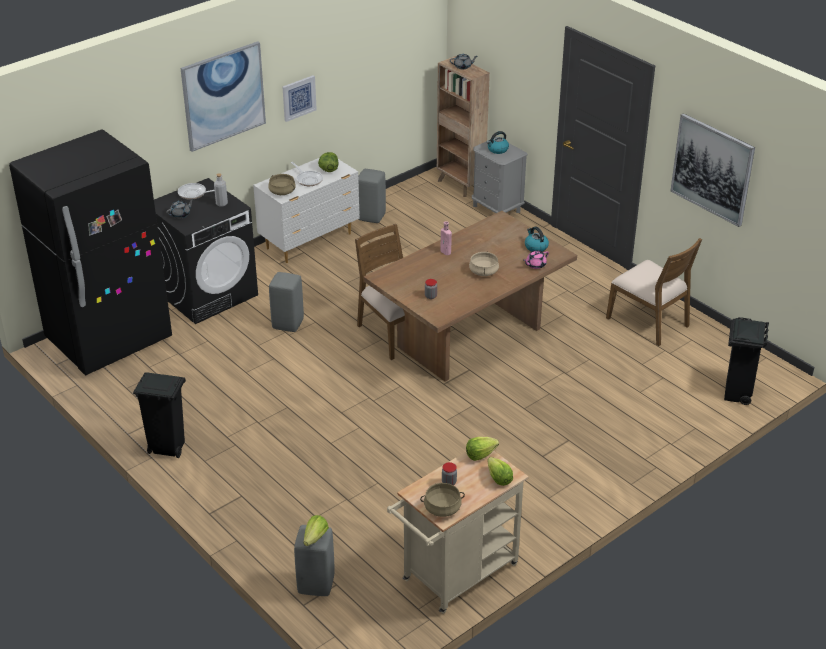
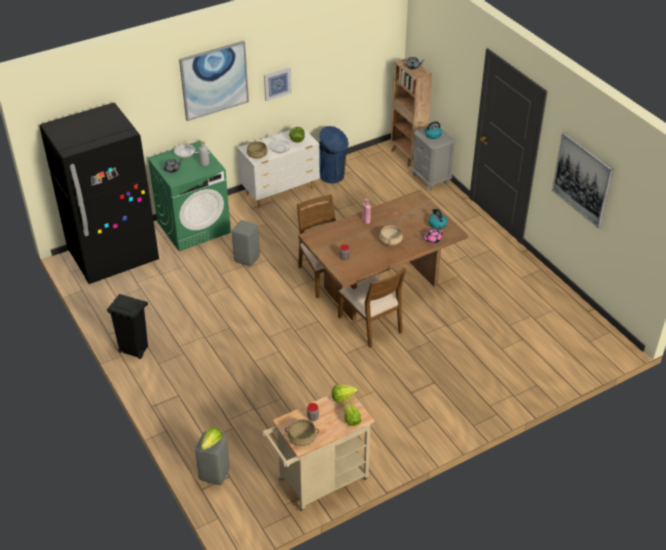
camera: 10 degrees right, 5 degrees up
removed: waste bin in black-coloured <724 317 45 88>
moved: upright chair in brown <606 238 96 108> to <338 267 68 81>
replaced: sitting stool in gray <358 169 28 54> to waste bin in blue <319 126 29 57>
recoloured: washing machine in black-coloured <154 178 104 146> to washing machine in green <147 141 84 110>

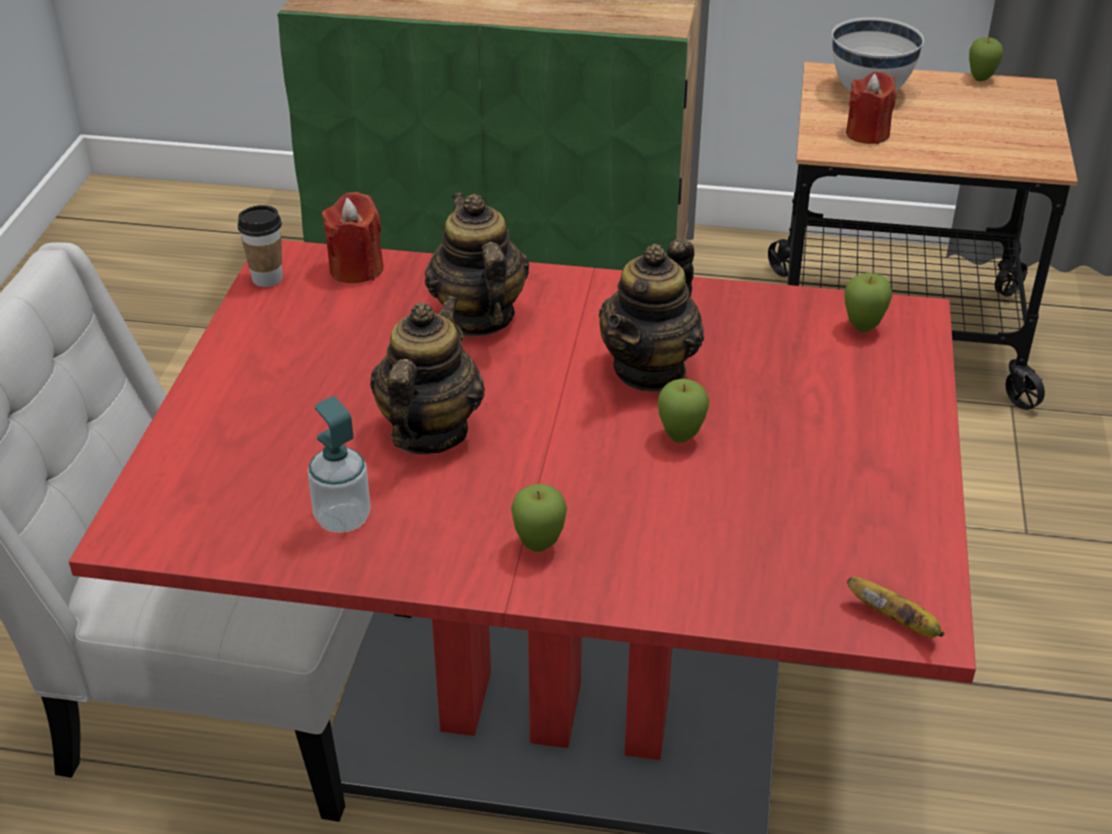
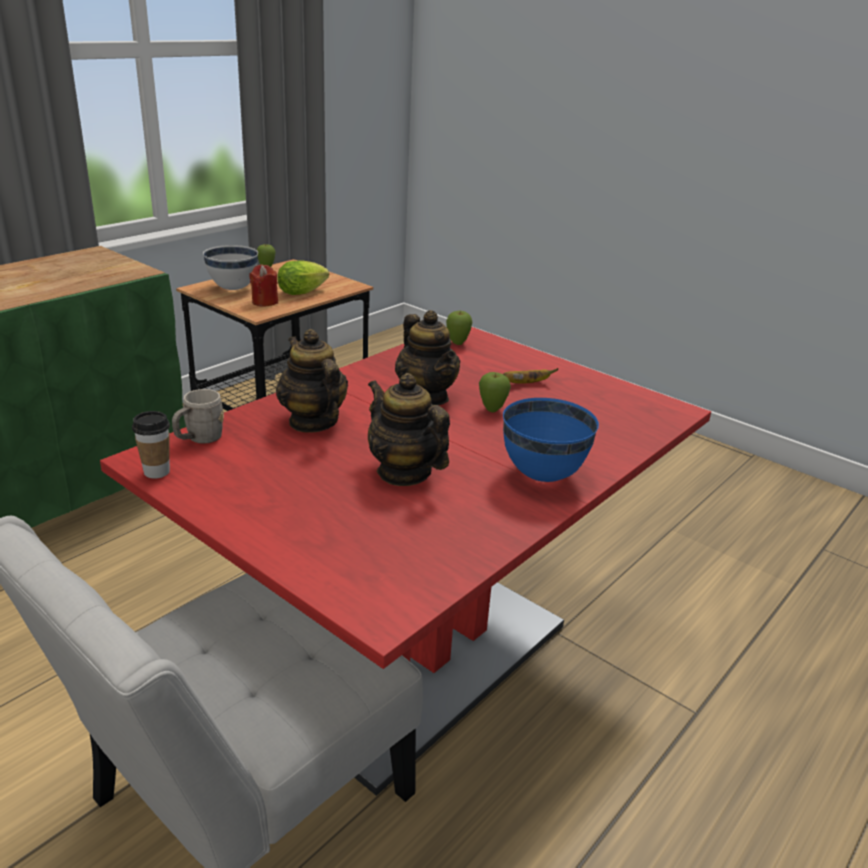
camera: 60 degrees left, 10 degrees down
removed: soap bottle <308 396 63 137>
added: lettuce head <277 260 52 35>
moved: whole banana <847 577 98 61> to <503 368 56 15>
replaced: candle in red <322 192 62 91> to tea mug in gray <172 389 52 55>; whole apple <511 484 56 68> to deep dish in blue <503 398 96 84>
turned: pot for tea <425 193 104 143> = <276 329 72 104> 45 degrees clockwise

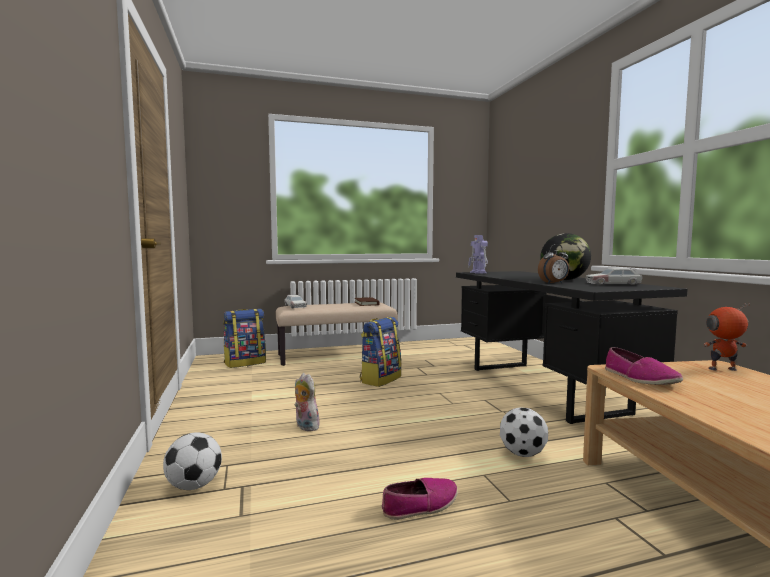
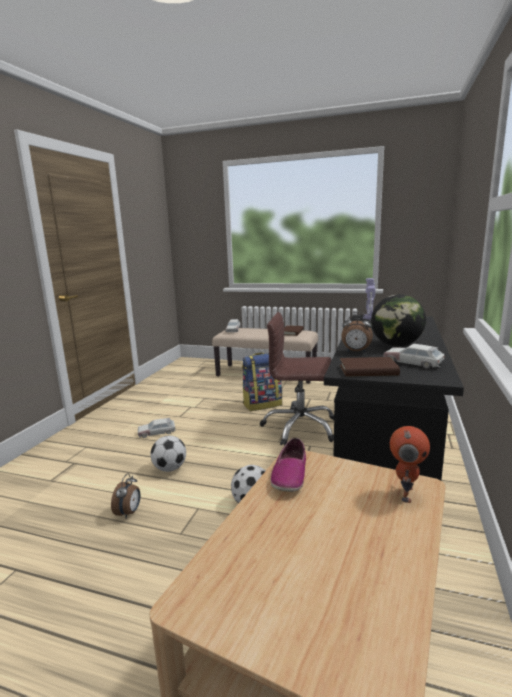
camera: 35 degrees right, 10 degrees up
removed: backpack <223 309 43 59>
added: computer chair in brown <260 312 74 134>; bound book in brown <340 357 60 20>
moved: football ball <163 432 59 58> to <150 436 36 36>
replaced: shoe <382 478 76 42> to alarm clock <111 473 29 45>; plush toy <294 373 26 58> to model car <138 418 38 20>
turned: model robot <704 303 46 68> = <390 426 40 77> 75 degrees clockwise

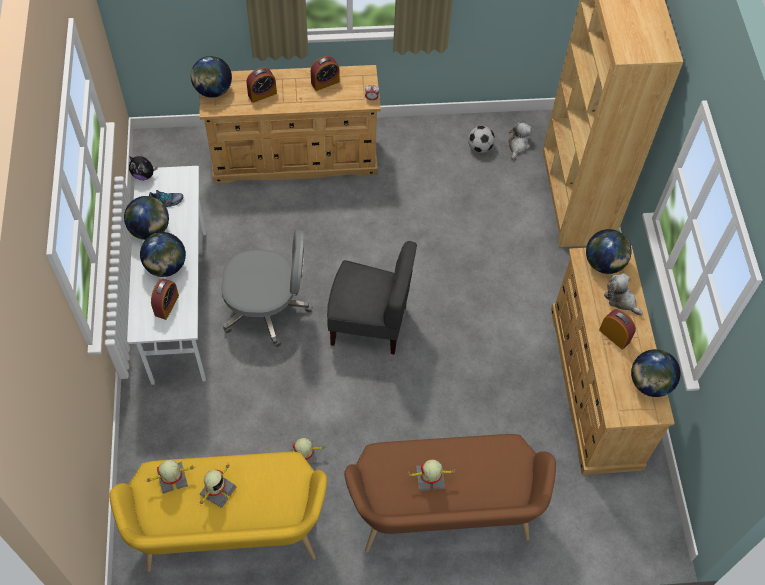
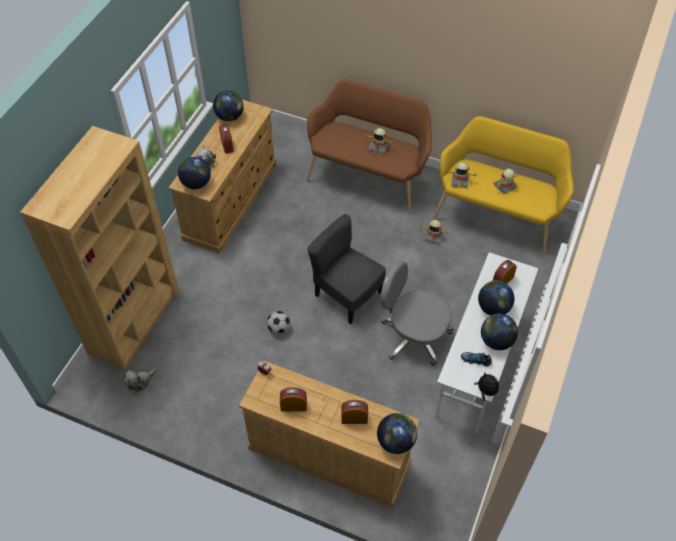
camera: 150 degrees left, 5 degrees down
moved: football ball <468 126 27 27> to <267 311 23 23>; model robot <145 460 51 34> to <446 162 30 26>

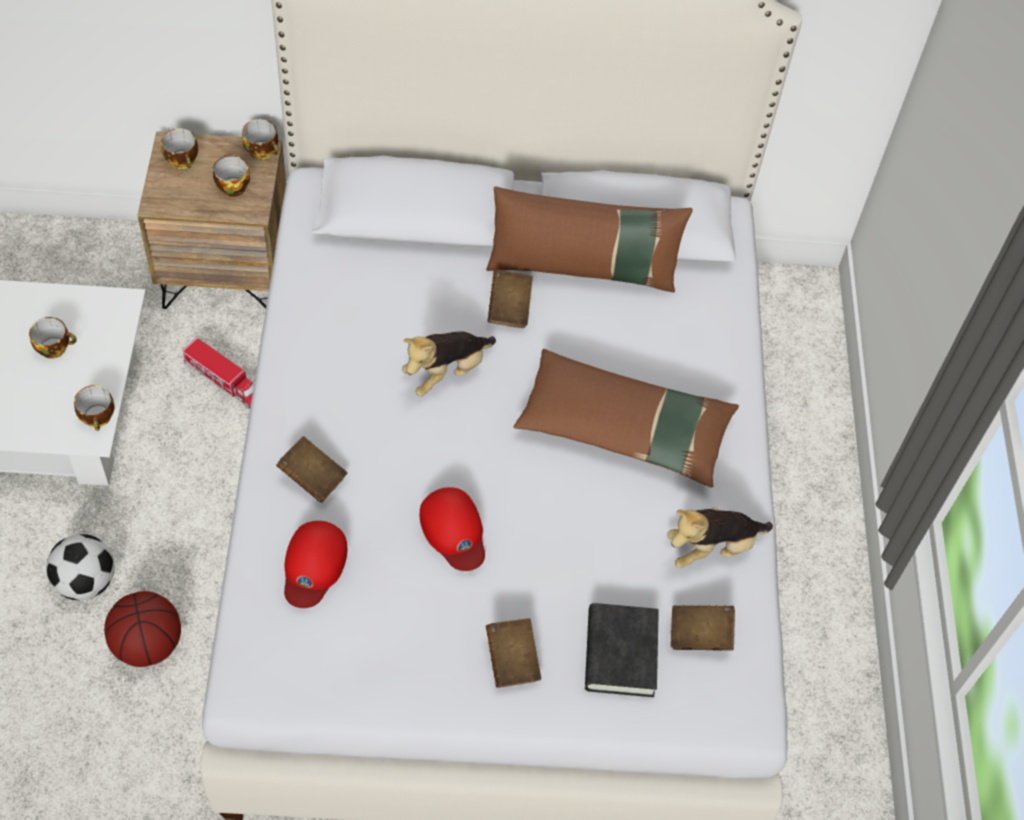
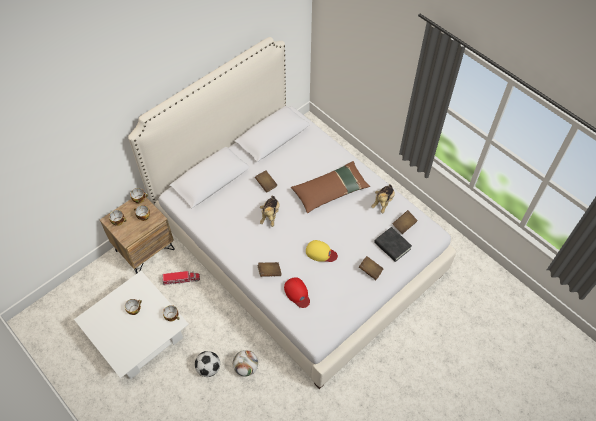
camera: 40 degrees left, 0 degrees up
removed: pillow in brown <486 186 207 107>
replaced: basketball <104 591 77 76> to football ball <233 350 25 27>
recoloured: cap in red <420 487 65 84> to cap in yellowish <306 240 32 22>

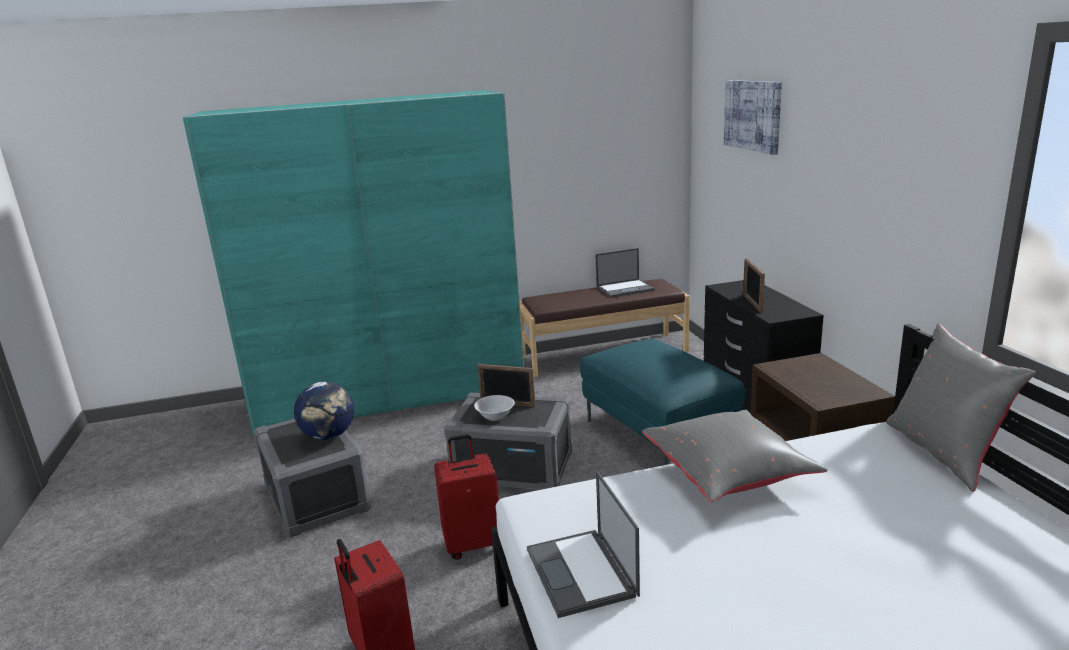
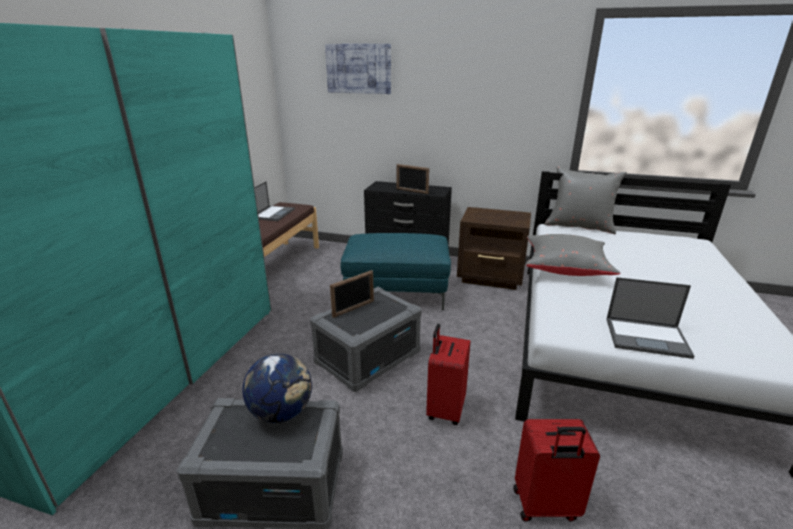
camera: 60 degrees left, 5 degrees up
removed: deep dish in whitish <474 395 41 26>

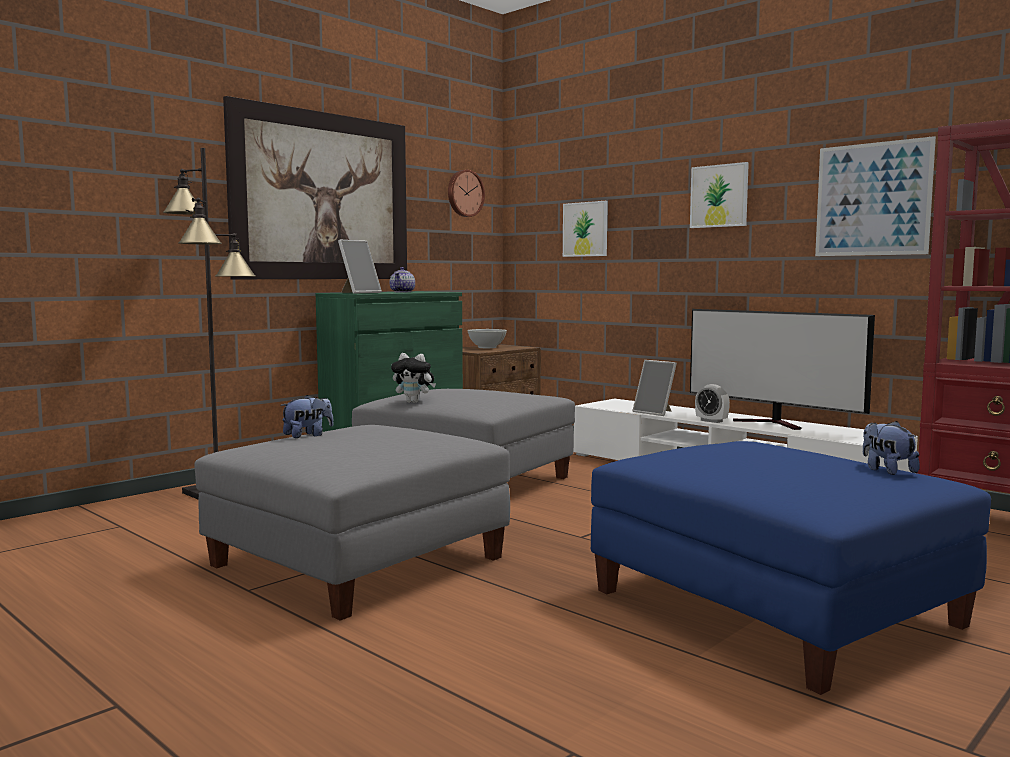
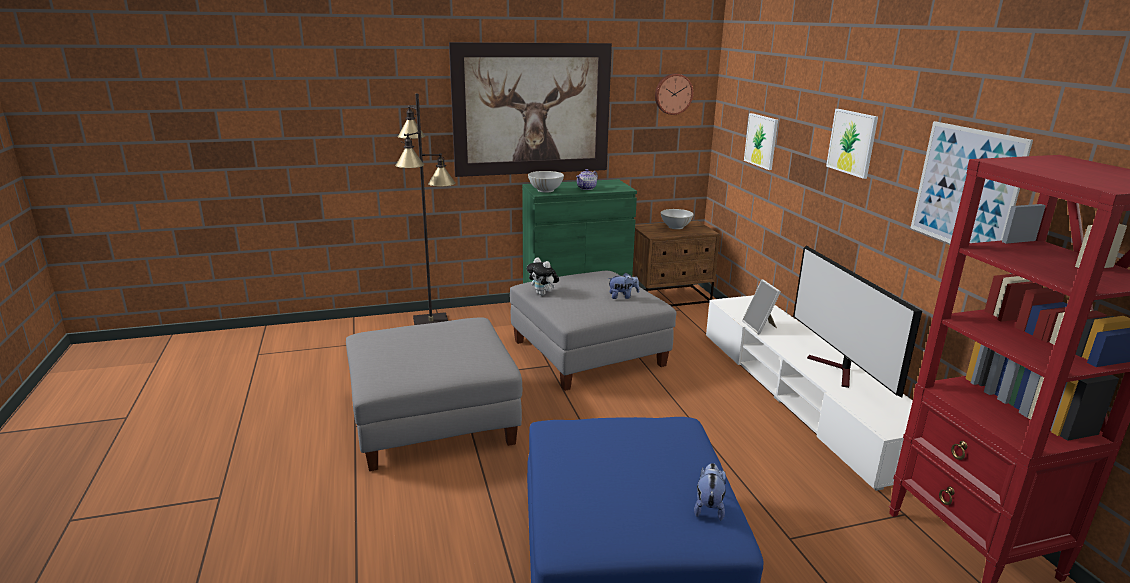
camera: 30 degrees right, 15 degrees up
removed: alarm clock <695 384 35 39>
moved: plush toy <280 395 54 43> to <608 273 31 26>
replaced: picture frame <338 240 44 54> to deep dish in whitish <528 171 36 22>

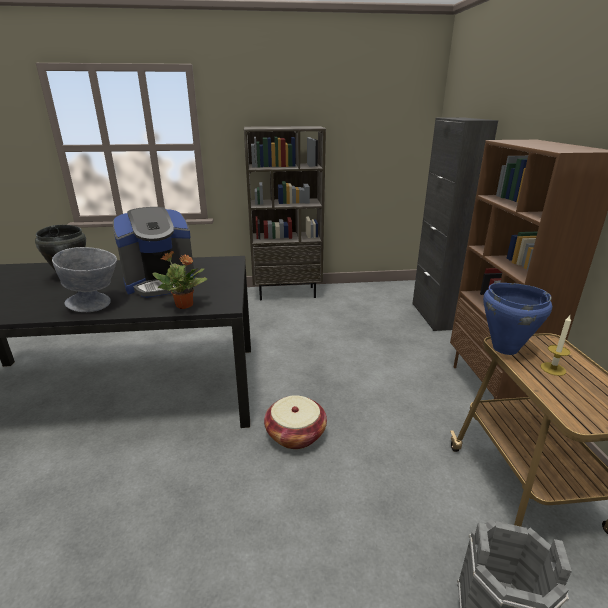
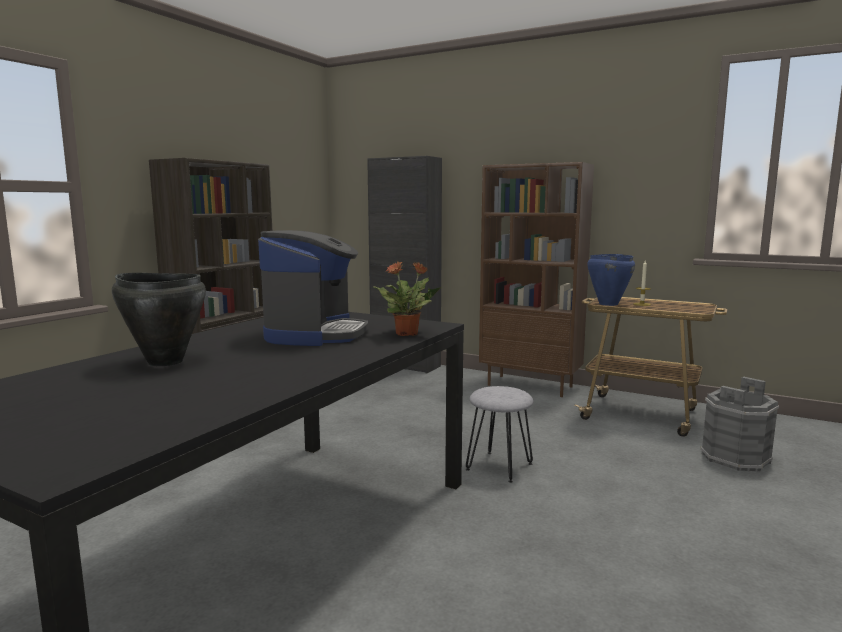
camera: 55 degrees left, 15 degrees down
removed: deep dish in gray <52 247 65 65>
replaced: household basket <264 395 63 54> to sitting stool in gray <466 386 67 97>

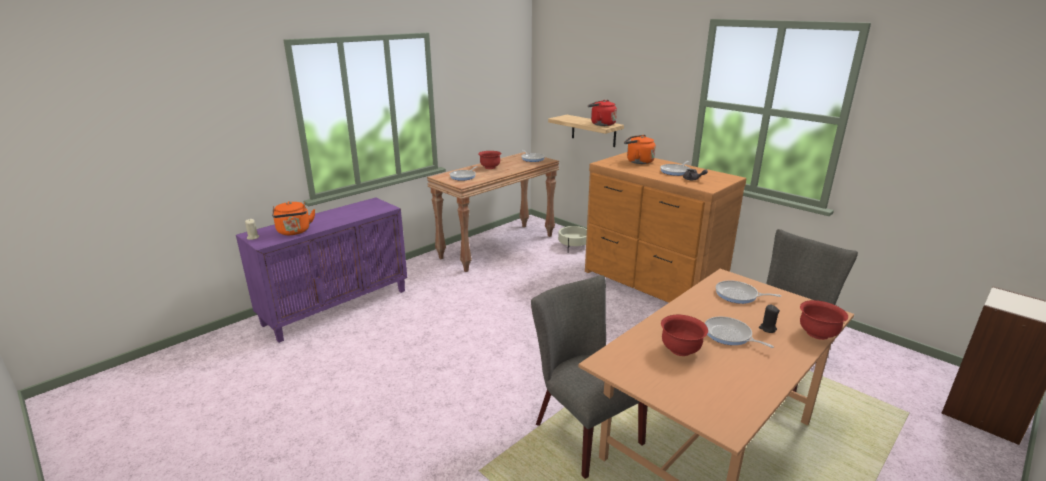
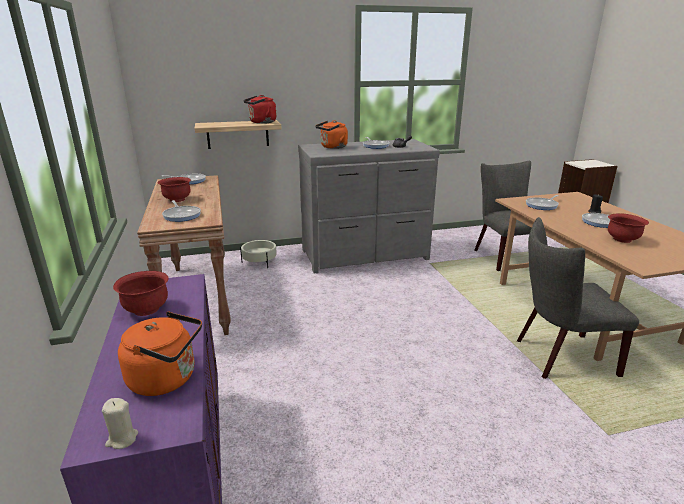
camera: 60 degrees left, 0 degrees up
moved: deep dish in red <800 300 48 40> to <113 271 56 45>
recoloured: drawer chest in brown <585 152 161 151> to drawer chest in gray <298 139 142 134>

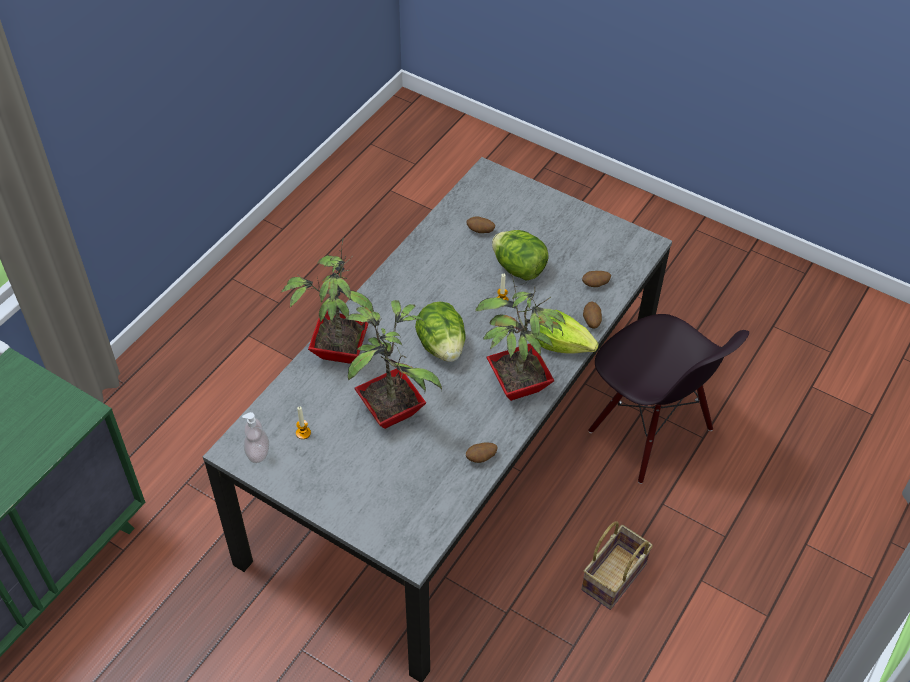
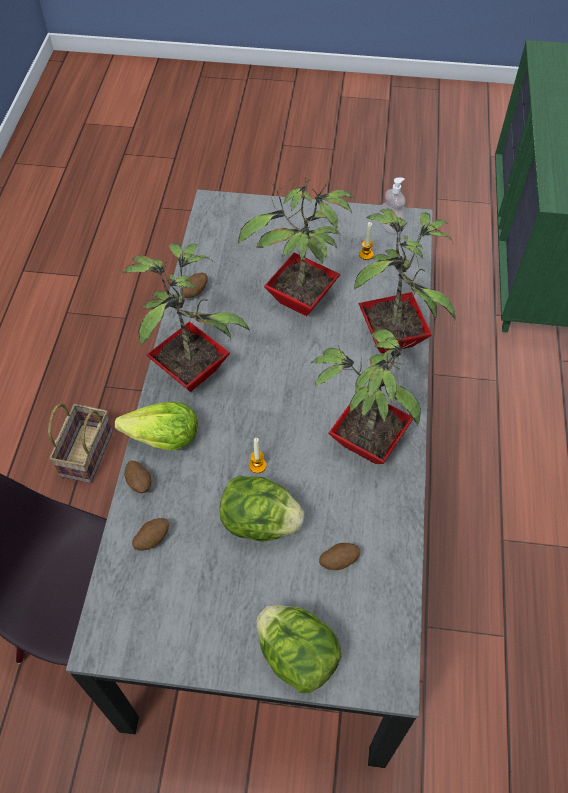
camera: 155 degrees right, 5 degrees up
added: potted plant <311 317 110 147>
moved: lettuce head <415 302 51 60> to <256 605 85 88>

